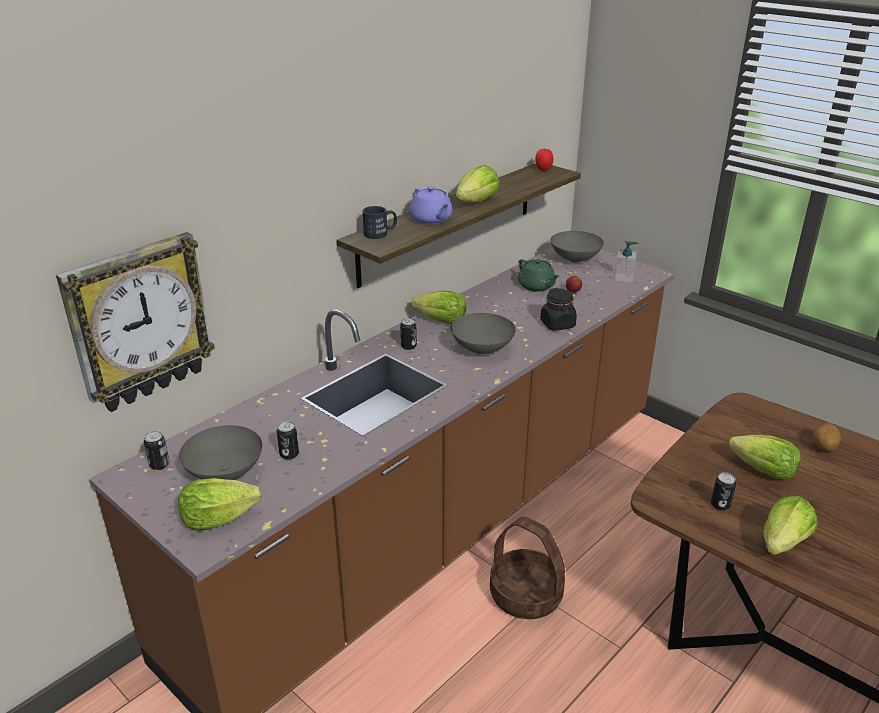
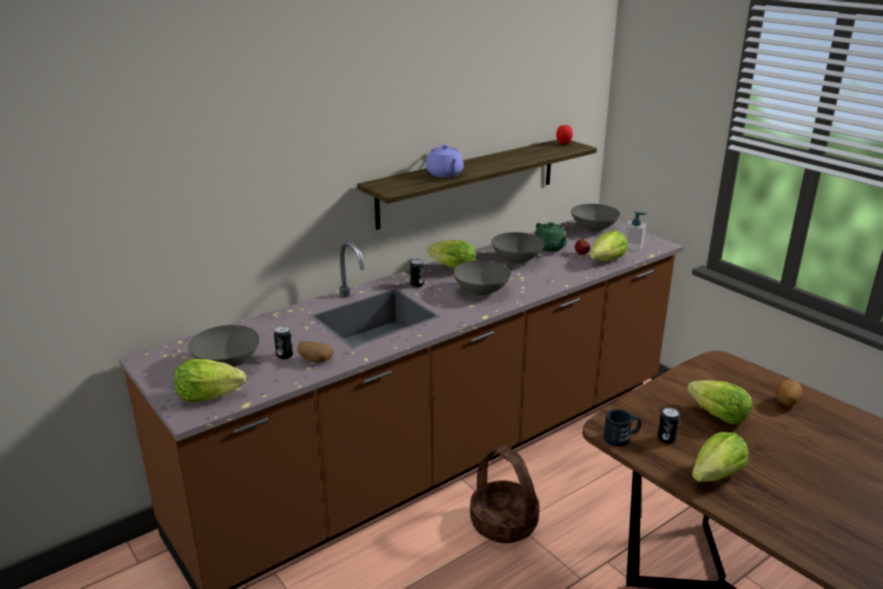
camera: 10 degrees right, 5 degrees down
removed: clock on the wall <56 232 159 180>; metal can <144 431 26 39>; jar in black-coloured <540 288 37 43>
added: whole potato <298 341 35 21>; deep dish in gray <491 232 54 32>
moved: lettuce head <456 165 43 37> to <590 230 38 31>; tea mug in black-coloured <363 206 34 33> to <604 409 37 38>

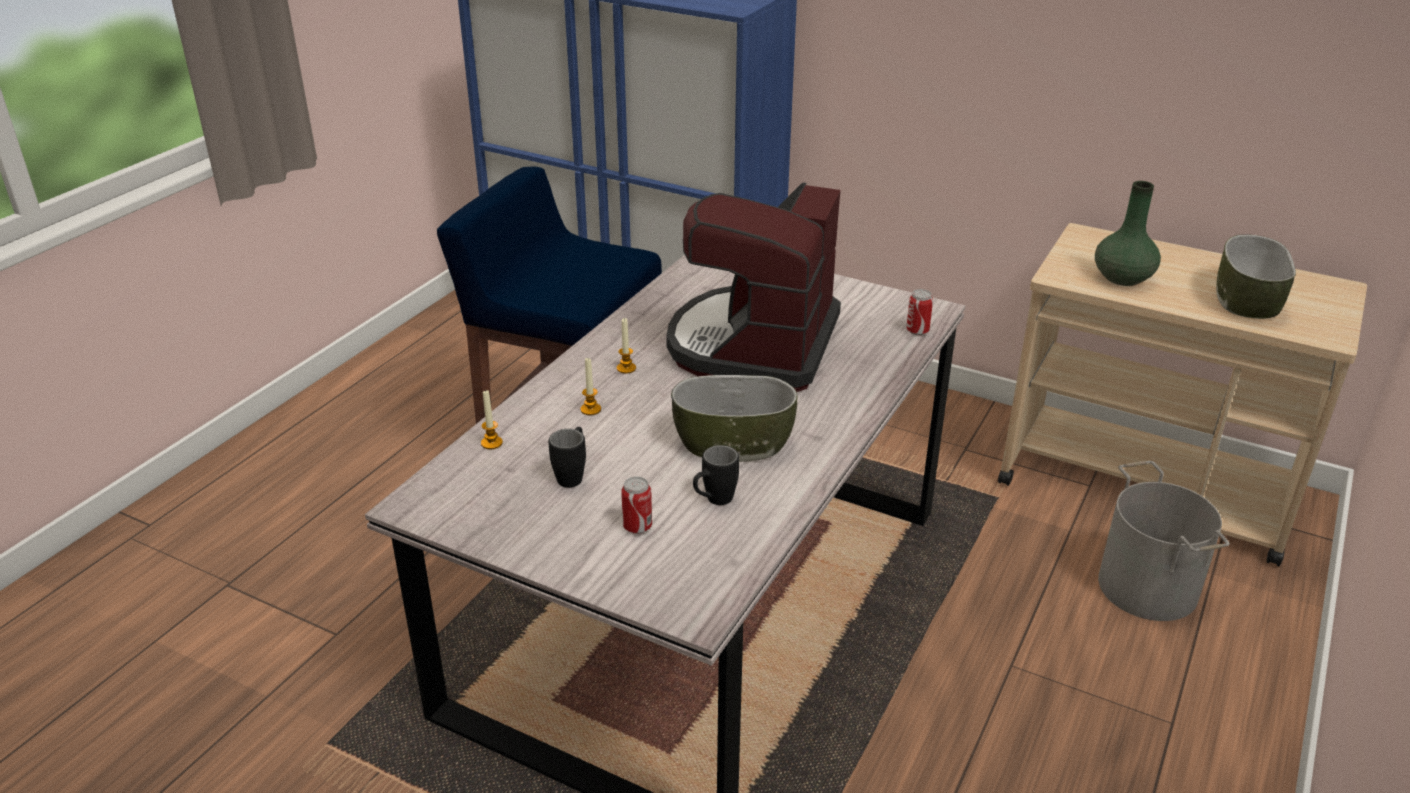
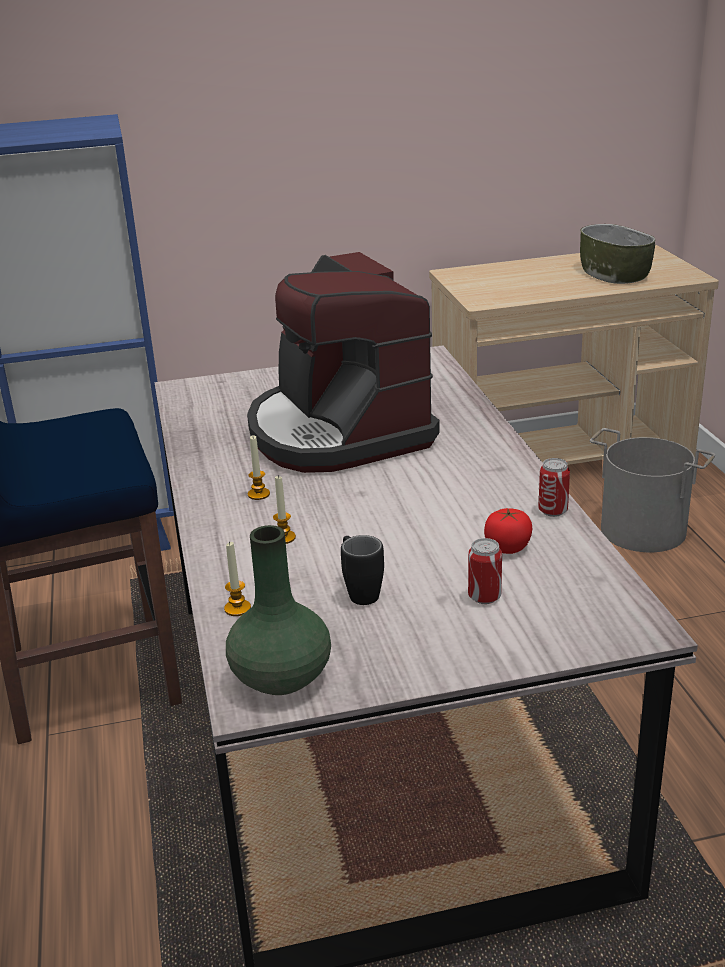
camera: 40 degrees left, 5 degrees down
removed: deep dish <671 375 126 87>
moved: vase in green <1095 181 66 105> to <226 525 105 170>; metal can <906 289 27 46> to <538 458 32 59>
replaced: tea mug in black-coloured <693 445 46 60> to whole tomato <484 508 49 46>

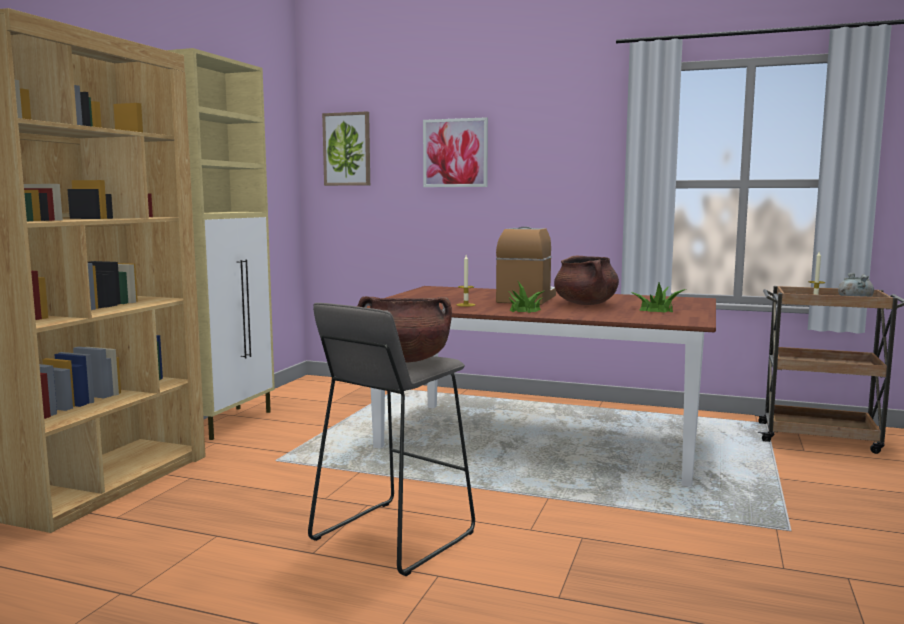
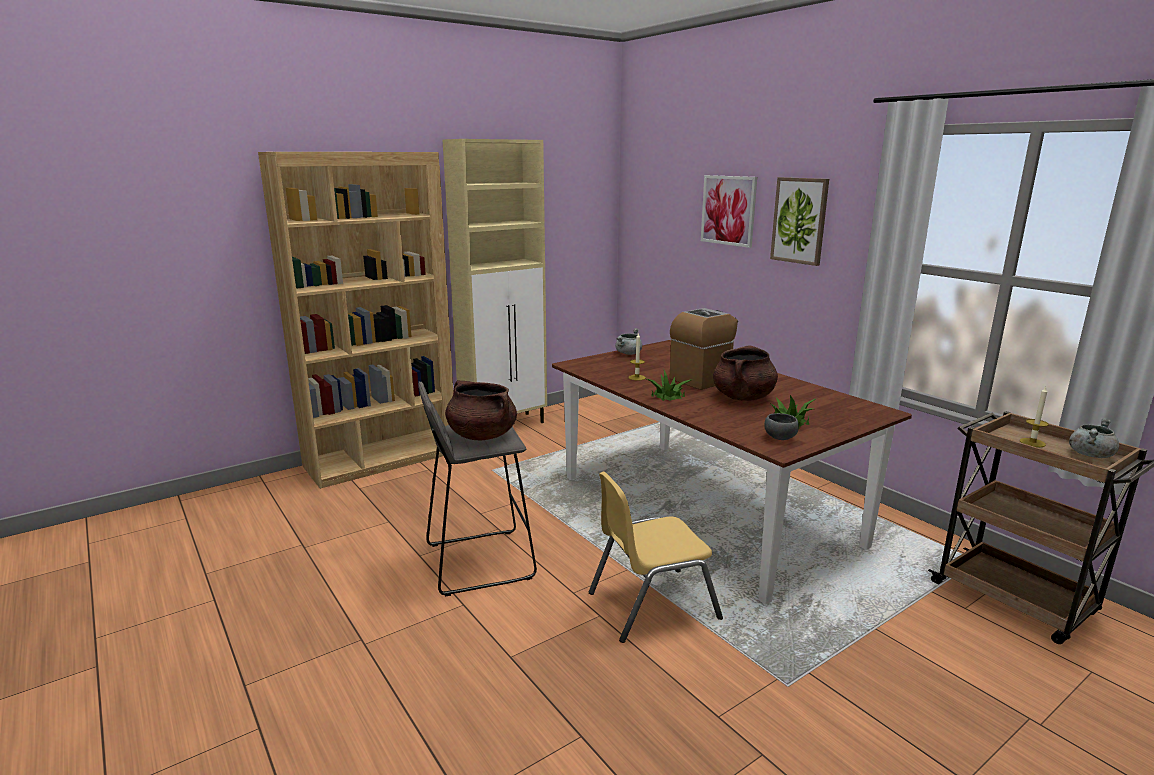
camera: 35 degrees right, 10 degrees up
added: upright chair in yellowish <589 472 134 171>; cooking pot in gray <615 328 27 27>; deep dish in gray <764 413 35 27>
moved: picture <322 111 48 75> to <770 177 59 89>

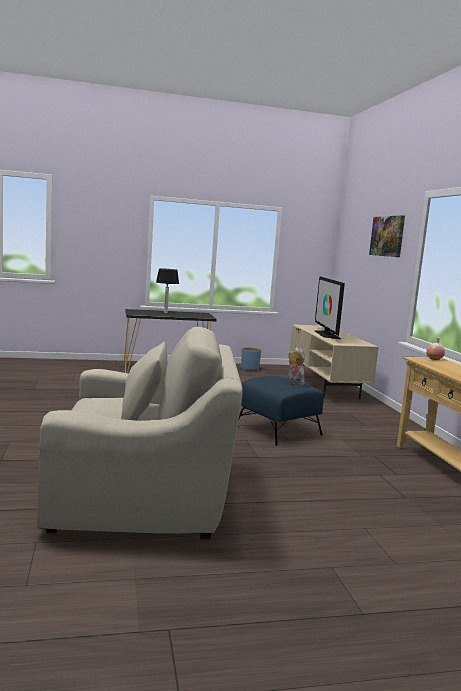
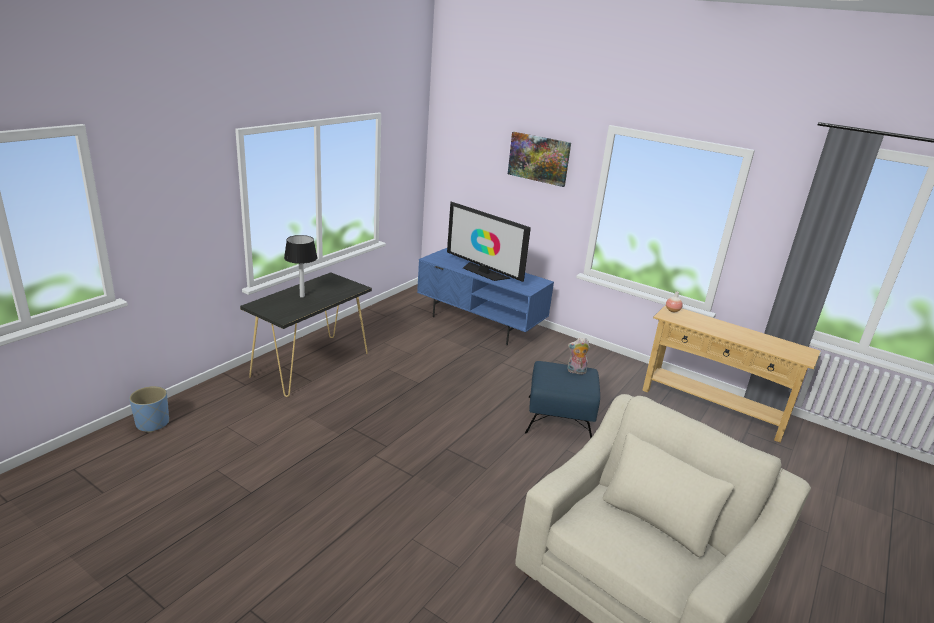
camera: 45 degrees left, 15 degrees up
moved: flower pot in blue <241 347 20 23> to <129 386 40 47>
recoloured: tv unit in beige-coloured <290 324 89 75> to tv unit in blue <417 248 137 97>

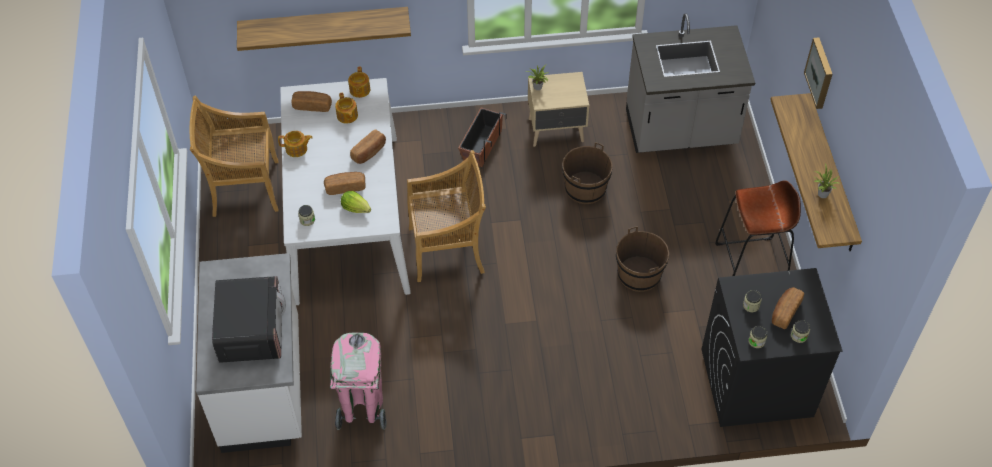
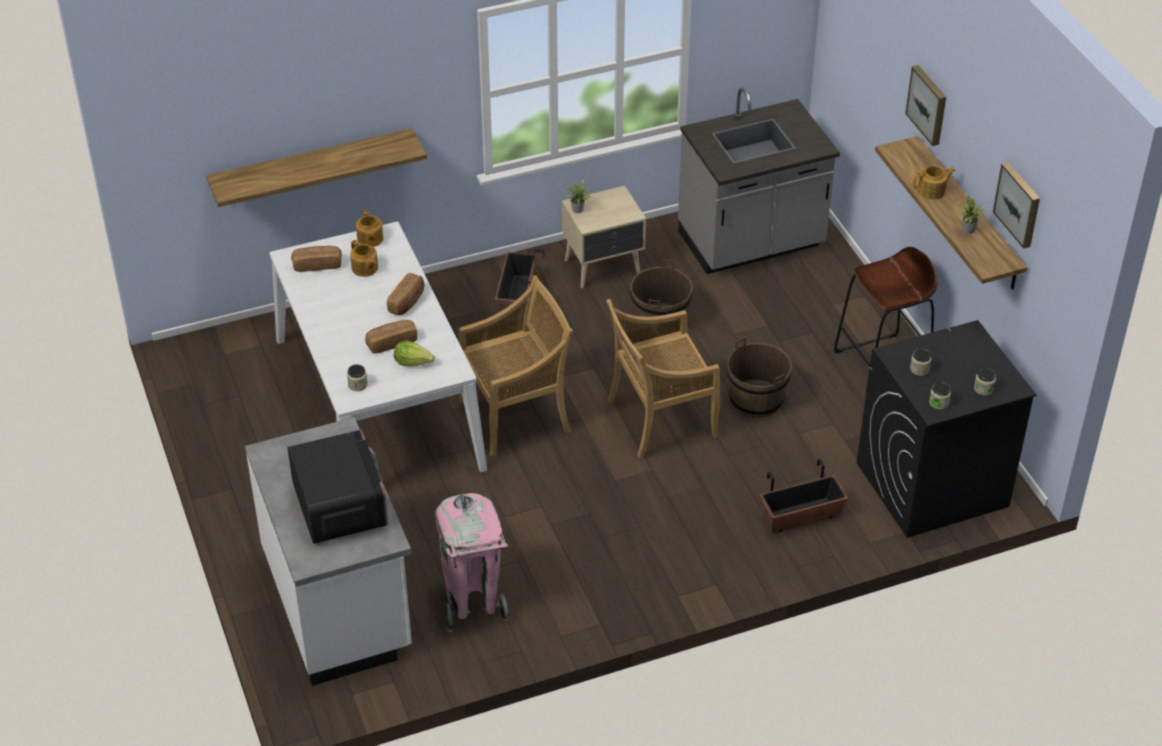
camera: 15 degrees left, 10 degrees down
removed: baked bread <772 287 32 42>
added: flower pot <759 459 89 75>; picture <993 162 47 87>
moved: upright chair in beige-coloured <190 95 89 122> to <606 299 114 159>; pot for tea <278 131 35 26> to <913 166 43 34>

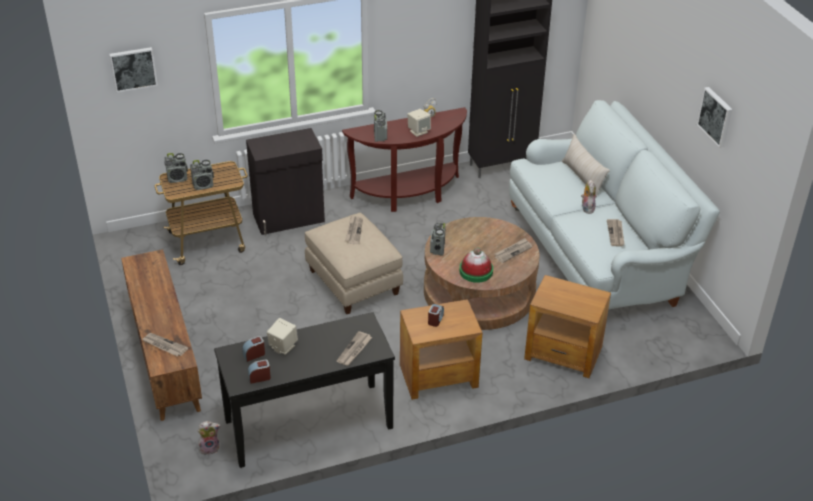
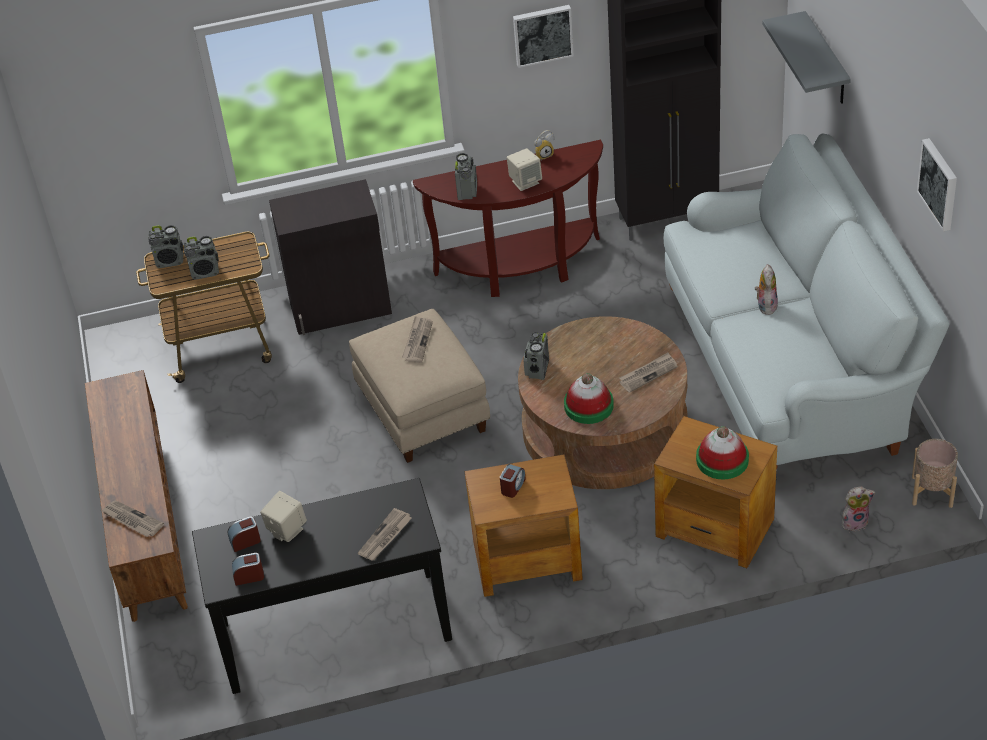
camera: 10 degrees right, 5 degrees up
removed: pillow in beige-coloured <562 134 48 64>; daily paper <607 219 17 27>
added: wearable hat <696 426 53 53>; bracket shelf in gray <762 11 89 93>; flower pot in beige-coloured <912 439 46 69>
moved: picture <109 47 49 45> to <513 5 61 63>; plush toy <198 421 23 34> to <841 487 34 44>

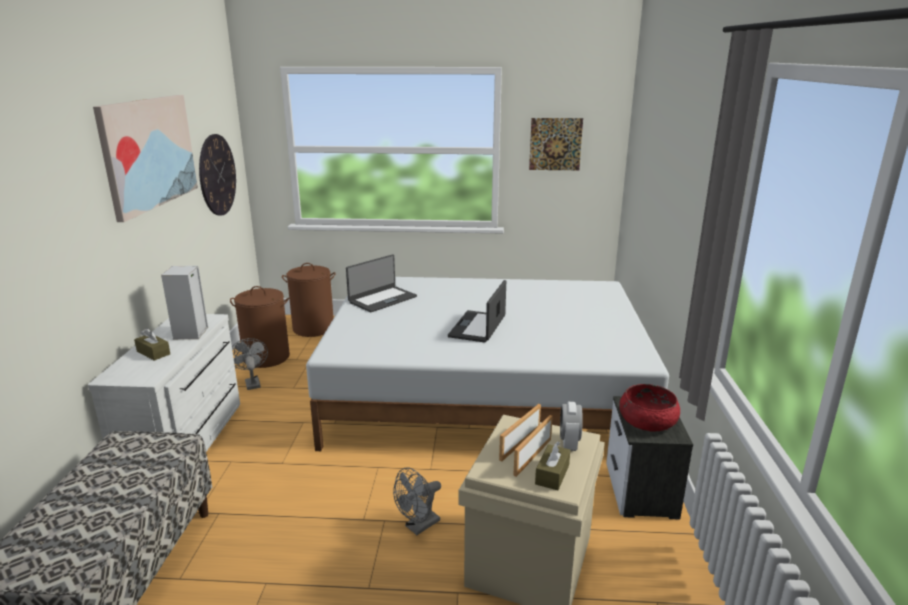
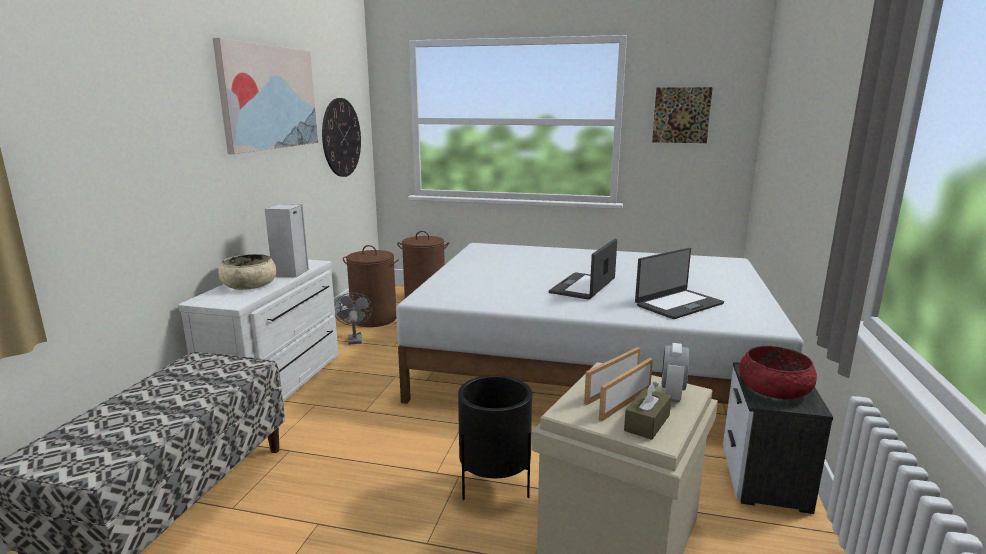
camera: 10 degrees right, 5 degrees down
moved: laptop <346 254 71 58> to <635 248 89 71>
replaced: tissue holder in brown <134 328 36 33> to deep dish in beige-coloured <218 254 59 36>; electric fan in gray <393 467 48 68> to flower pot in black-coloured <458 375 74 125>

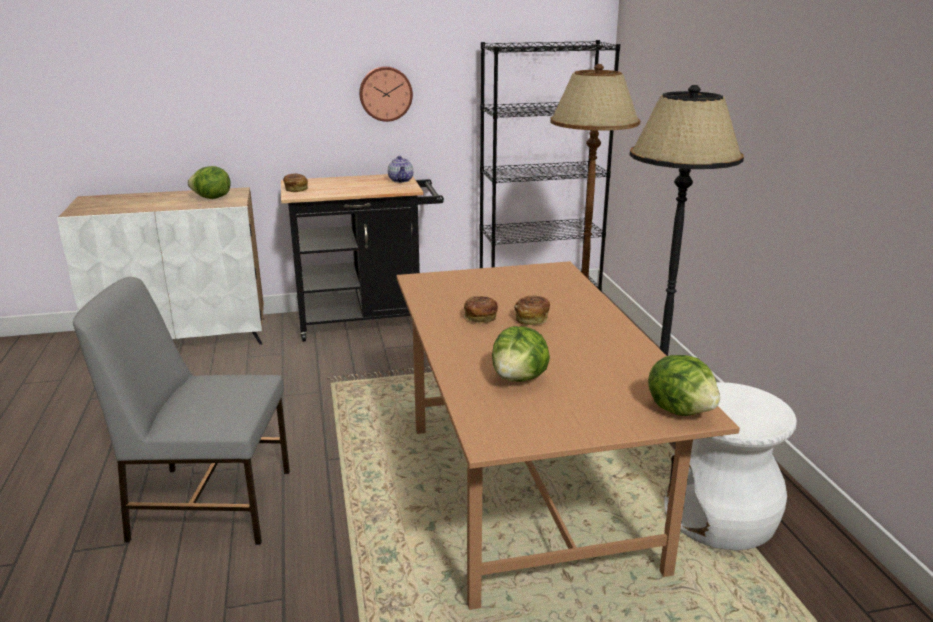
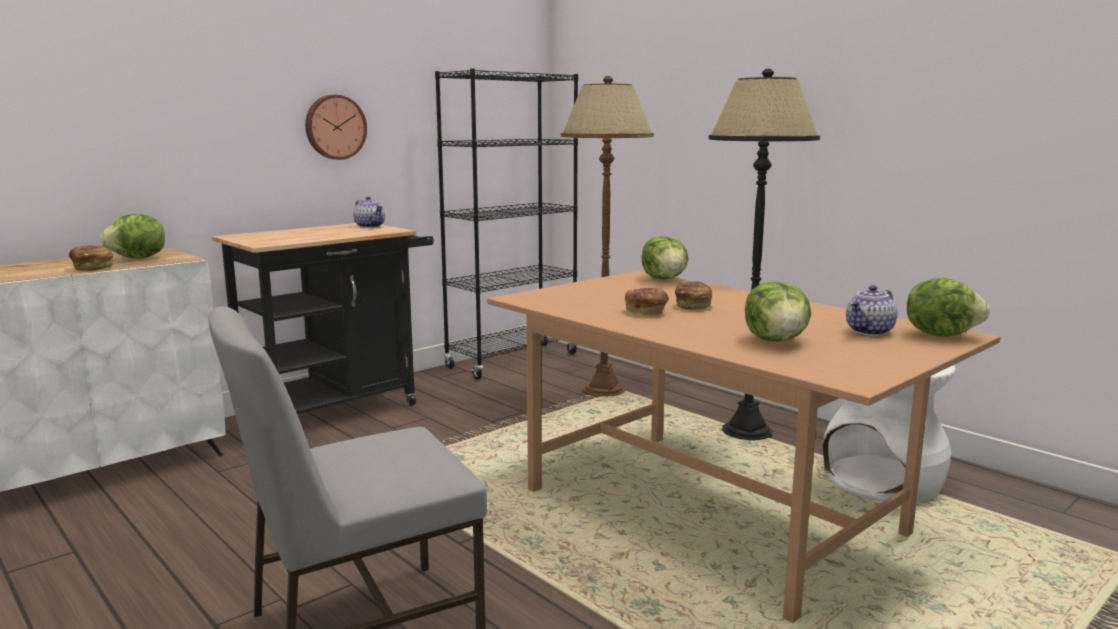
camera: 30 degrees left, 10 degrees down
added: lettuce head <641 236 47 44>; pot for tea <846 285 51 51>
moved: baked bread <283 174 25 18> to <69 245 44 26>

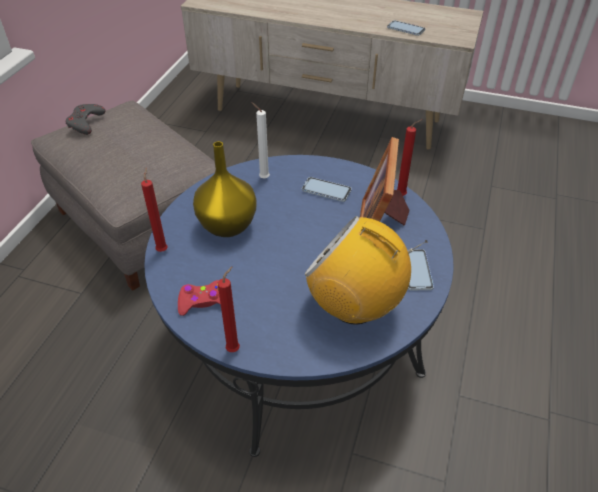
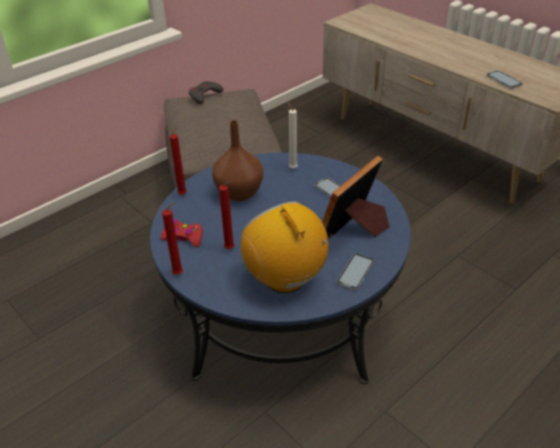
camera: 30 degrees right, 5 degrees down
moved: candle in red <397 119 26 77> to <219 181 15 68>
recoloured: vase in yellowish <193 141 64 96> to vase in brown <212 120 51 81>

